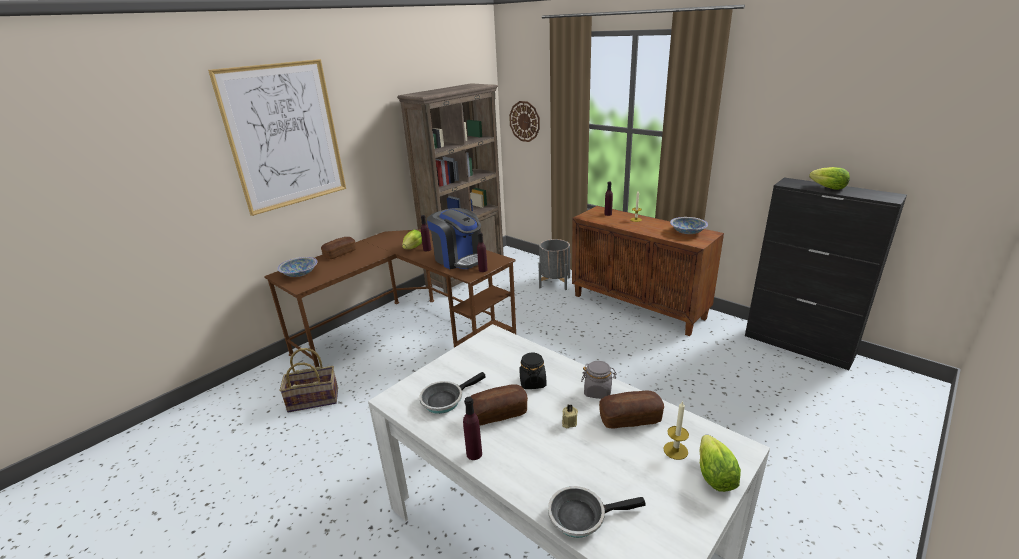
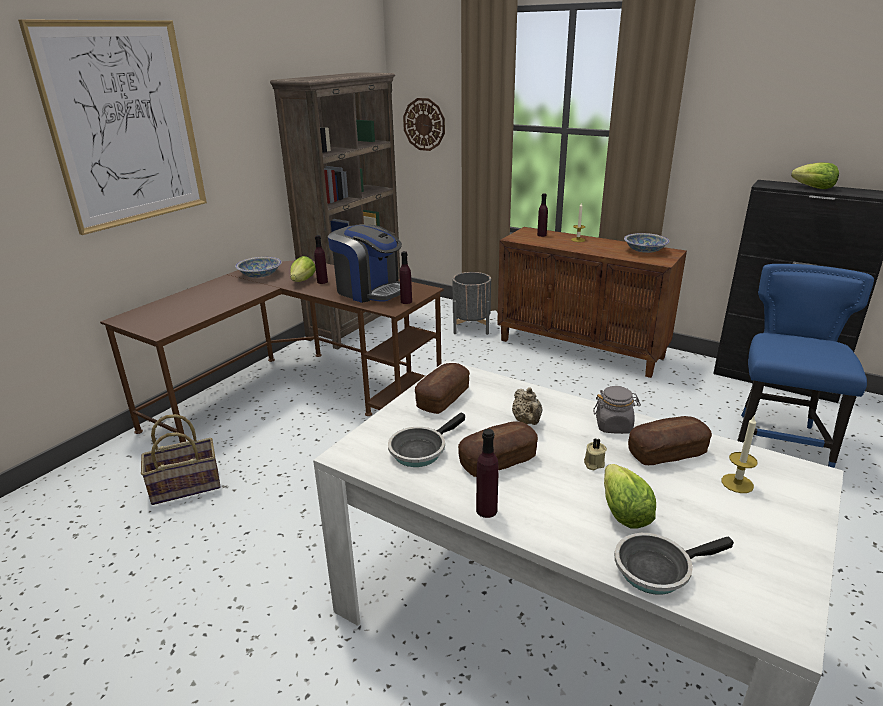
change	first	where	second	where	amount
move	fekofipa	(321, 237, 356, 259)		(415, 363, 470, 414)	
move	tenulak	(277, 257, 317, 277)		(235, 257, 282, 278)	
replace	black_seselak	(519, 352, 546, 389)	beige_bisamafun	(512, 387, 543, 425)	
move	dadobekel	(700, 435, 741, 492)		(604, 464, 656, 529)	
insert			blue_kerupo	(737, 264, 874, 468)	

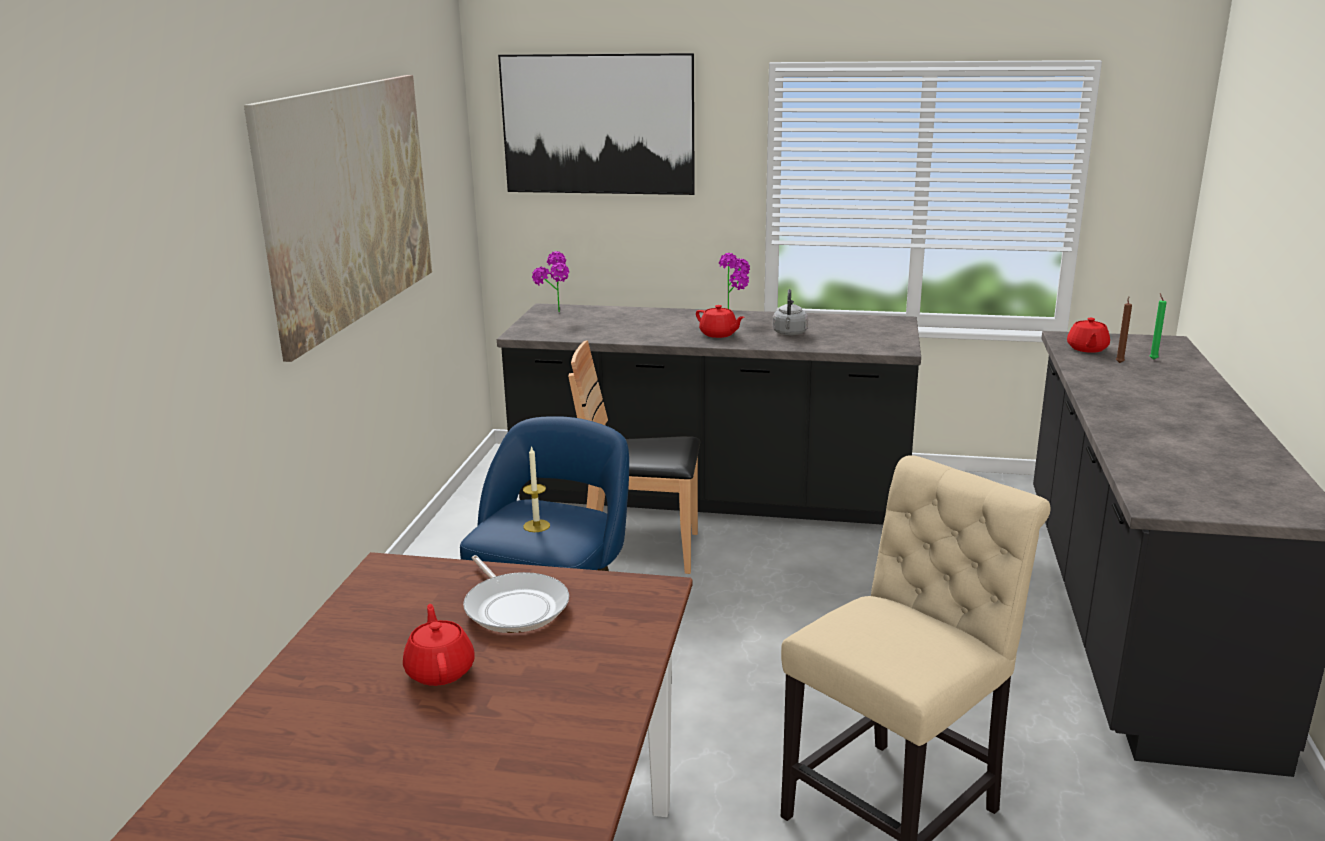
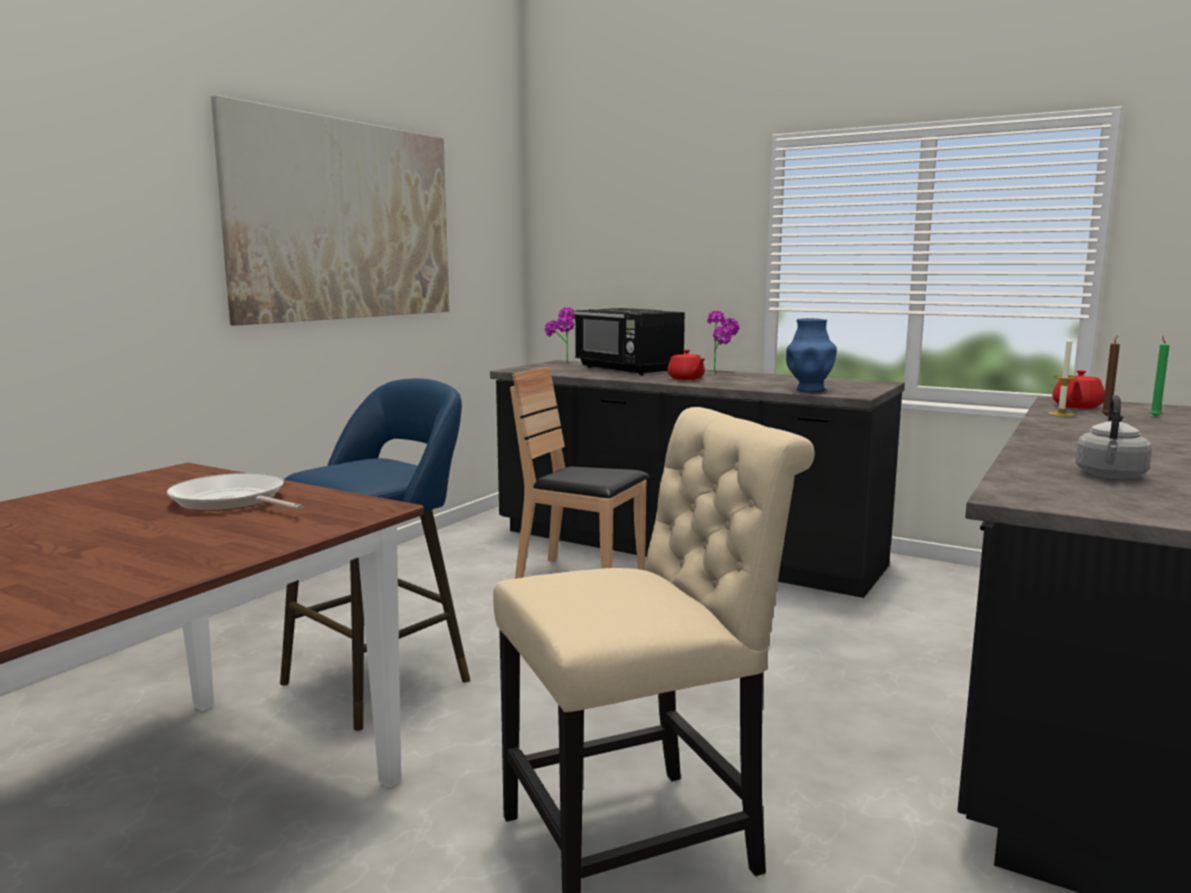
change	first	where	second	where	amount
delete	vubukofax	(498, 53, 695, 195)			
move	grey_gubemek	(773, 289, 808, 336)		(1075, 395, 1152, 479)	
move	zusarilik	(523, 446, 550, 532)		(1048, 336, 1077, 417)	
rotate	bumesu	(463, 555, 569, 633)		(167, 473, 303, 511)	135 degrees clockwise
delete	red_bisamafun	(403, 604, 475, 686)			
insert			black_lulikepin	(574, 308, 685, 375)	
insert			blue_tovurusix	(786, 318, 837, 393)	

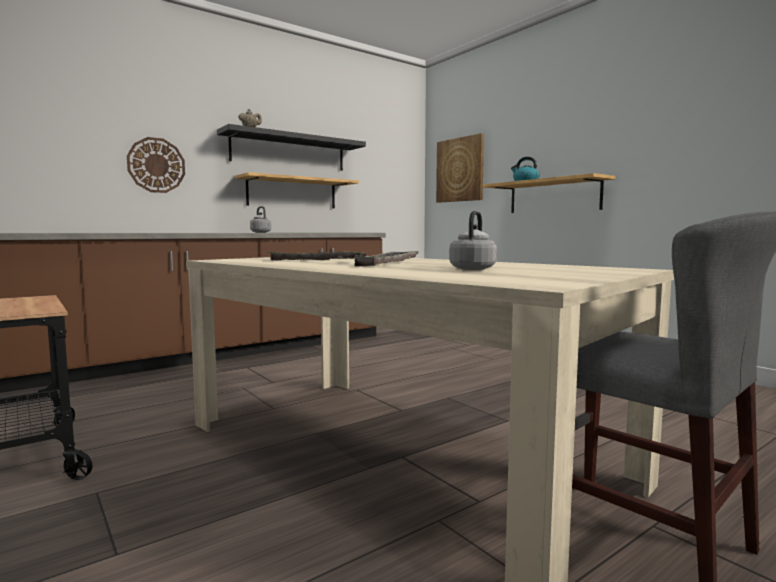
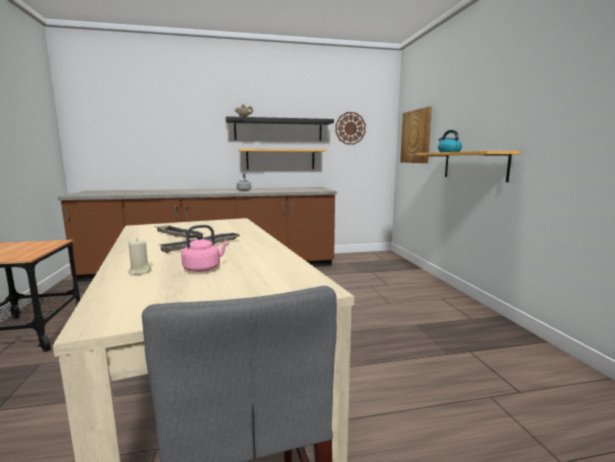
change	first	where	second	where	amount
move	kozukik	(127, 137, 185, 193)		(336, 112, 366, 145)	
recolor	grey_gubemek	(449, 211, 497, 270)	pink_gubemek	(181, 225, 229, 272)	
insert			beige_zusarilik	(128, 238, 151, 275)	

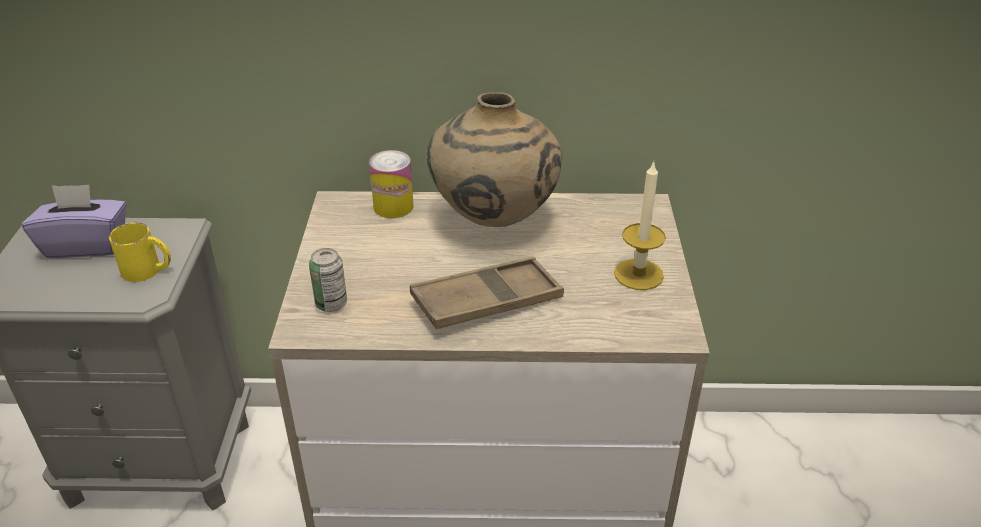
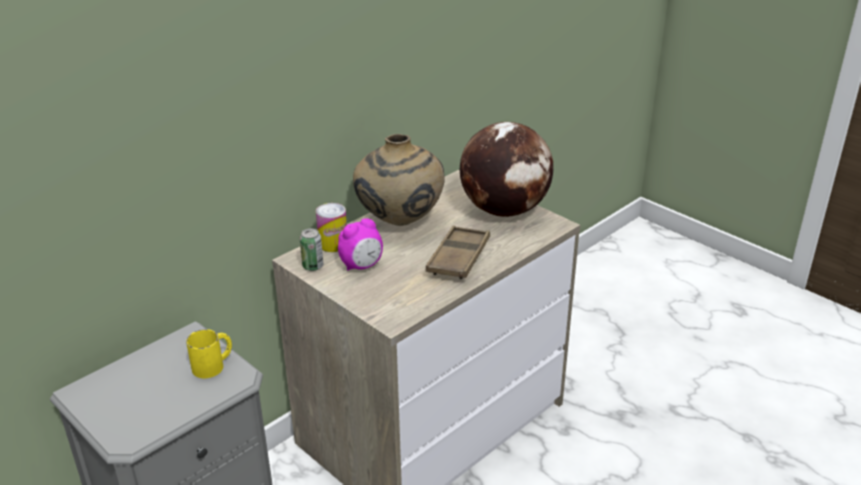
change	first	where	second	where	amount
replace	zusarilik	(614, 161, 666, 290)	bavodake	(460, 122, 553, 217)	
delete	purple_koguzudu	(21, 185, 126, 258)			
move	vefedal	(309, 248, 347, 312)		(300, 228, 323, 271)	
insert			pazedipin	(338, 218, 383, 271)	

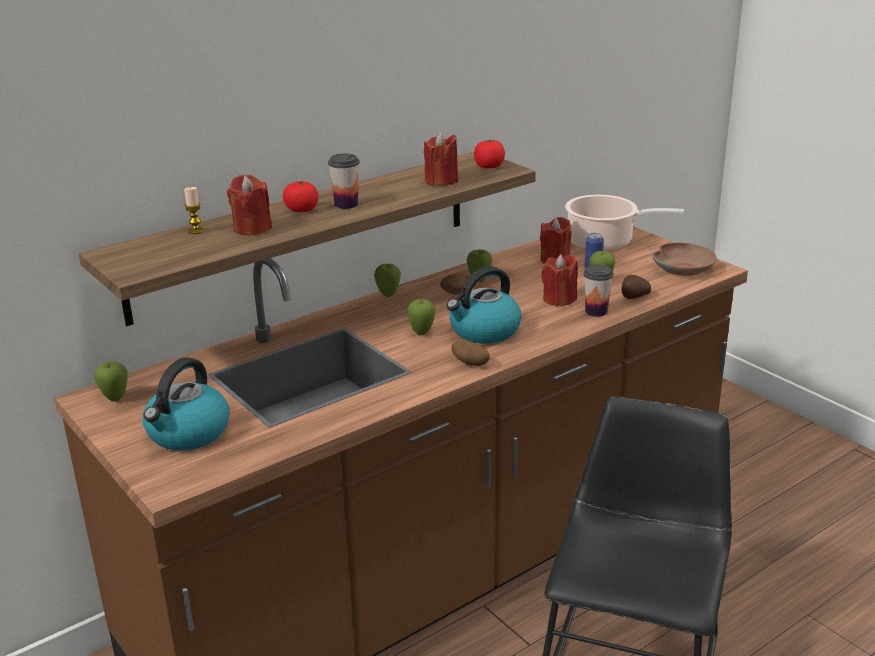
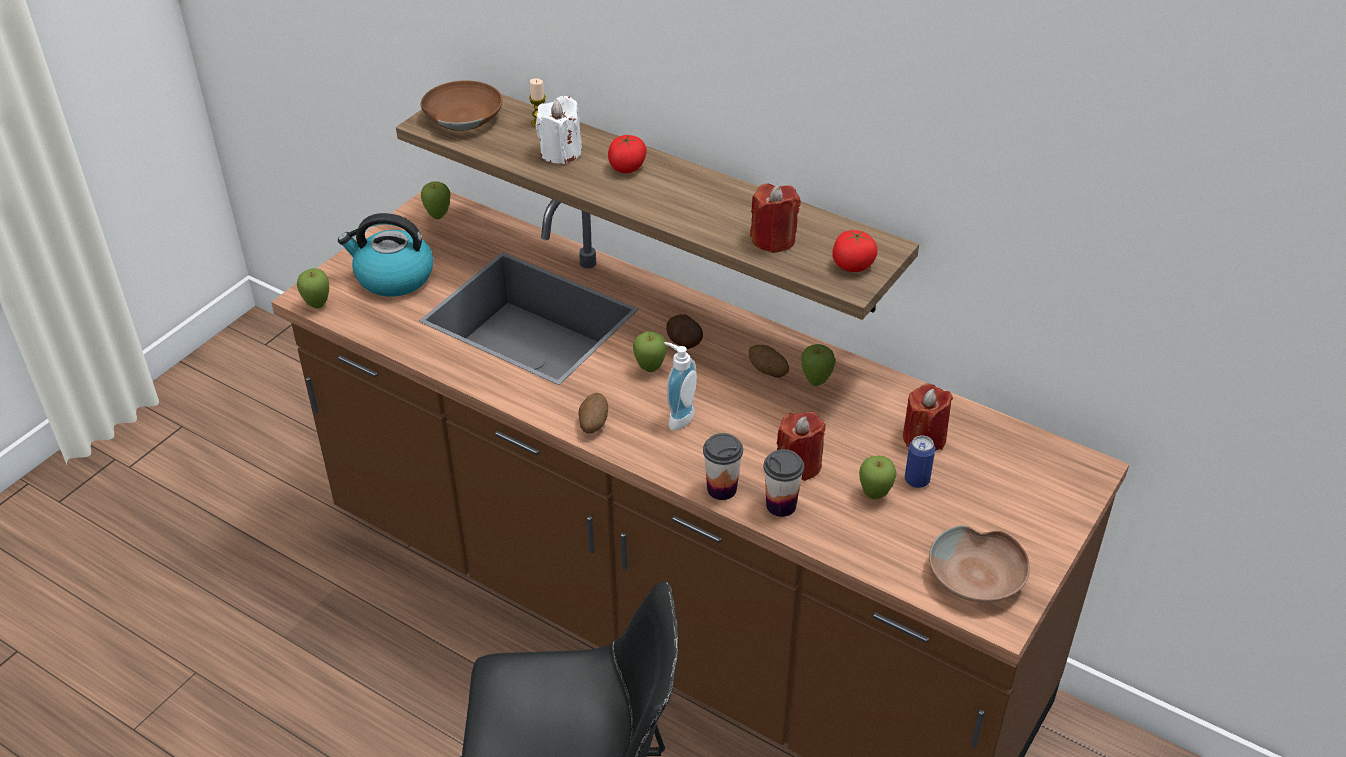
change	first	where	second	where	amount
move	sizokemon	(328, 153, 360, 209)		(703, 433, 743, 500)	
recolor	red_zusarilik	(227, 175, 272, 235)	white_zusarilik	(536, 96, 582, 164)	
delete	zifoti	(565, 195, 684, 251)			
move	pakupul	(374, 264, 401, 297)		(297, 268, 329, 308)	
replace	gubemek	(447, 266, 522, 344)	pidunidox	(664, 342, 697, 430)	
move	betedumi	(622, 275, 651, 299)		(666, 314, 703, 349)	
insert			brown_tenulak	(420, 80, 503, 131)	

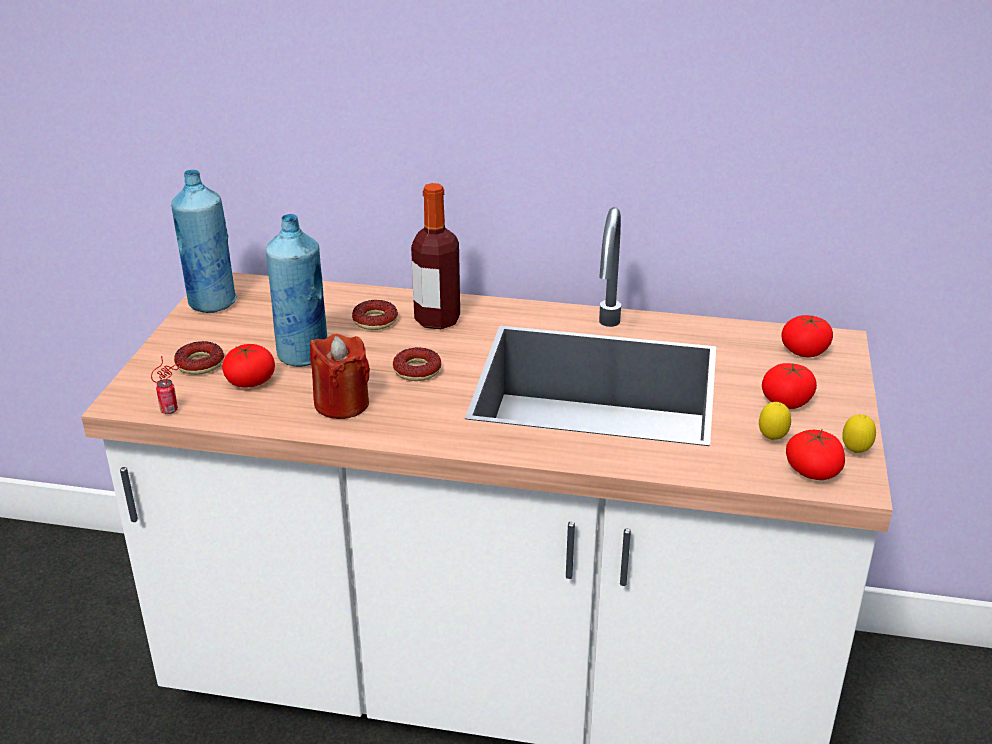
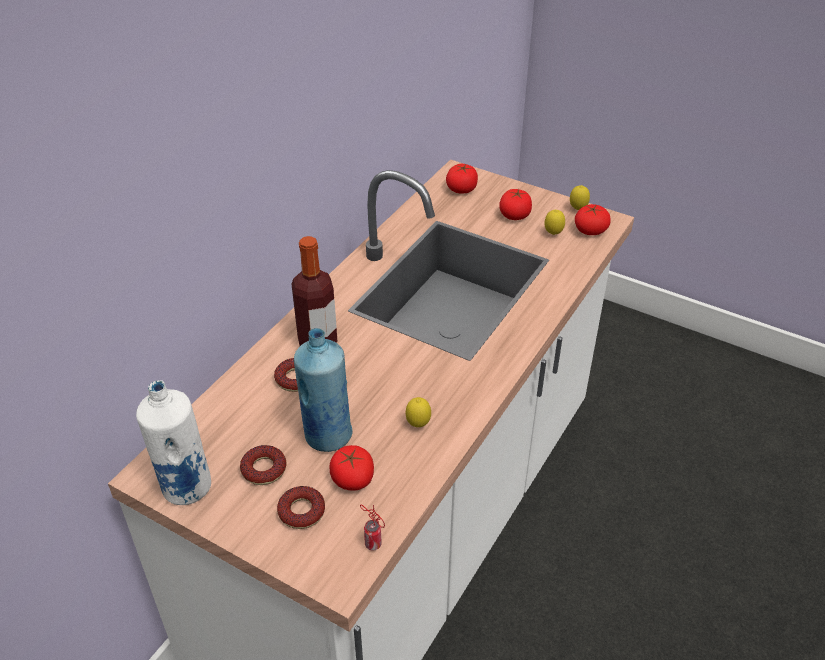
change	first	where	second	where	amount
recolor	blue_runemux	(171, 170, 237, 313)	white_runemux	(136, 381, 211, 505)	
replace	red_zusarilik	(310, 334, 370, 419)	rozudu	(405, 397, 431, 427)	
move	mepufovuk	(393, 347, 441, 381)		(240, 445, 286, 485)	

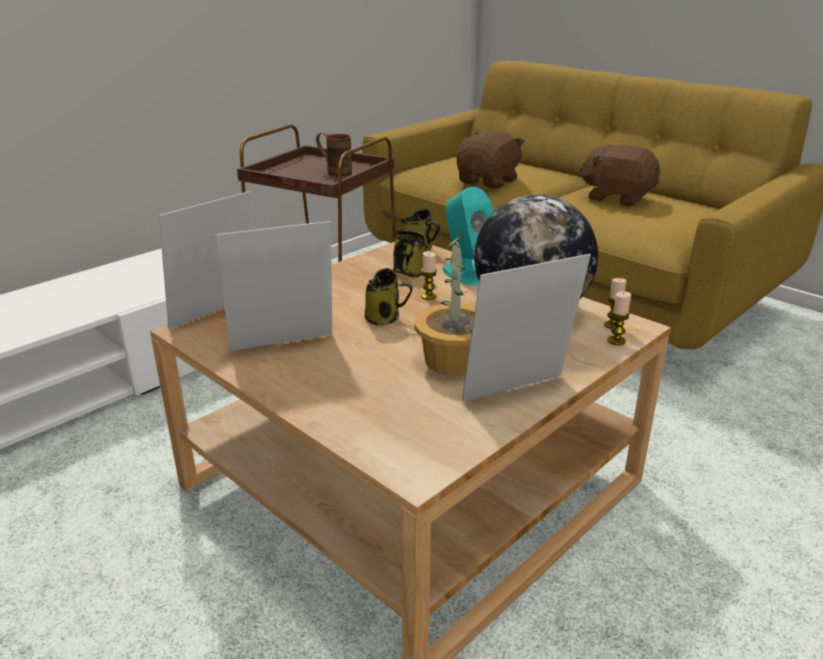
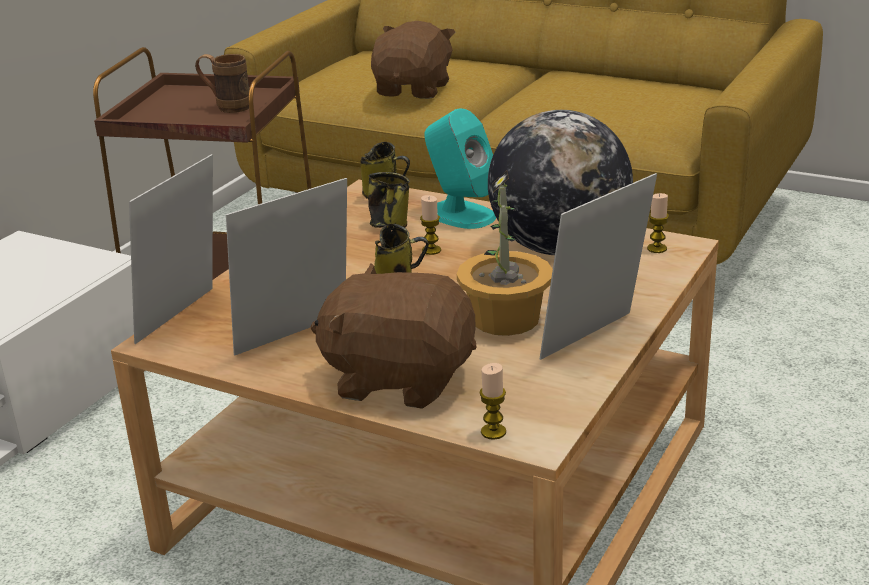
change	first	where	second	where	amount
move	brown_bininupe	(580, 144, 660, 207)		(311, 263, 477, 409)	
move	zusarilik	(608, 291, 631, 345)		(479, 363, 506, 440)	

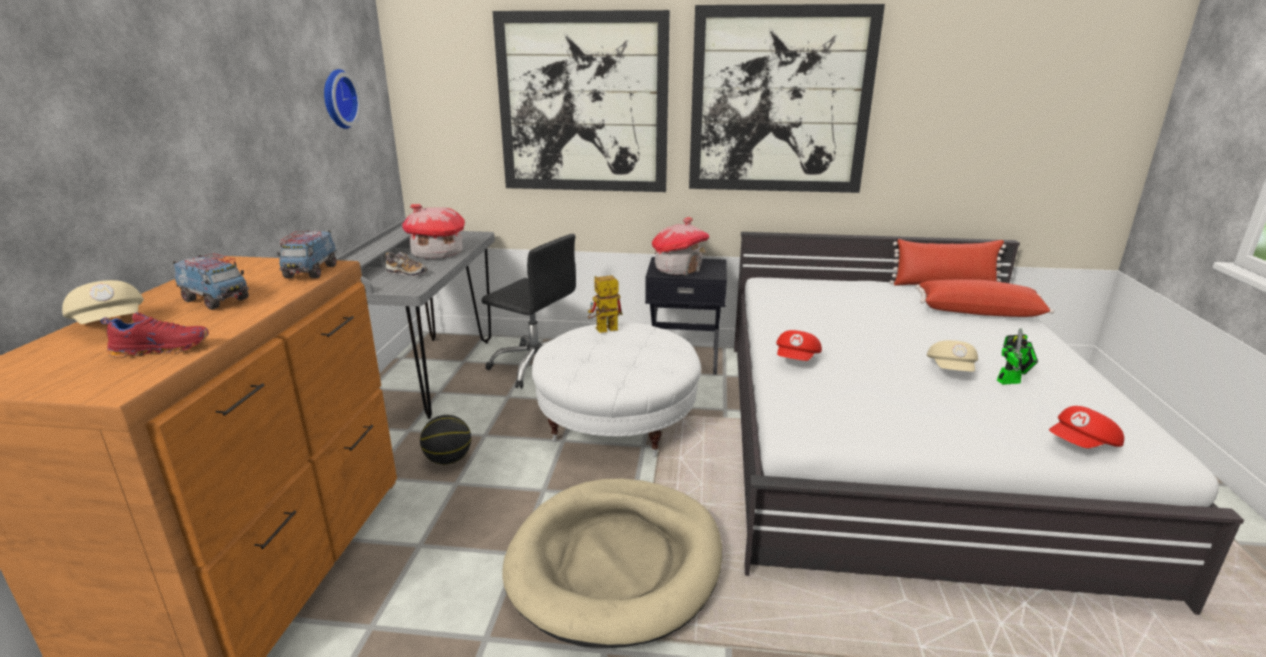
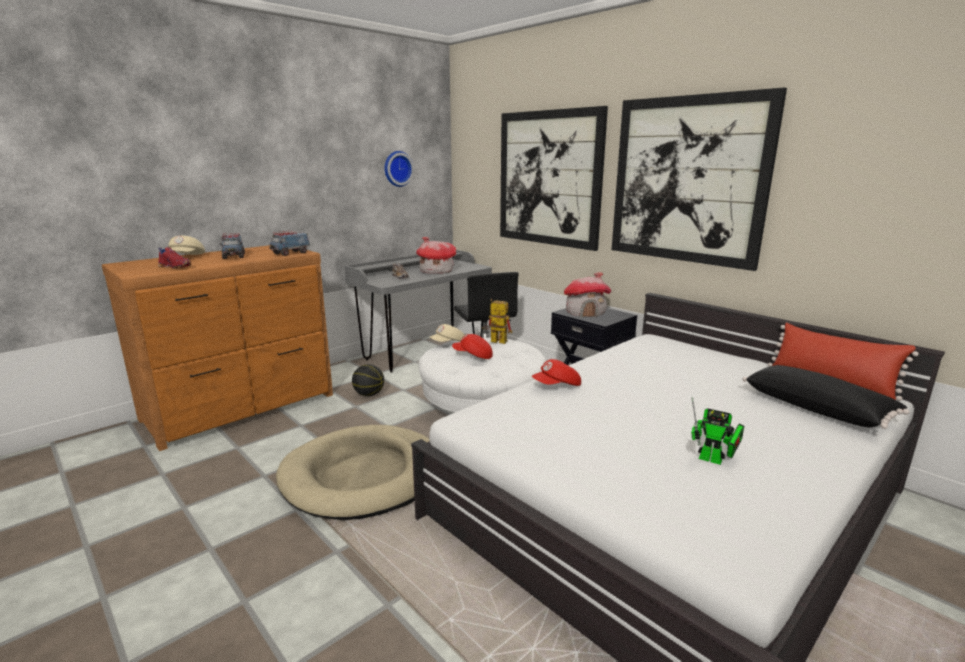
change	first	where	second	where	amount
recolor	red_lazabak	(915, 280, 1054, 317)	black_lazabak	(742, 365, 910, 429)	
move	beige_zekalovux	(927, 340, 978, 372)		(430, 324, 465, 342)	
move	red_zekalovux	(1049, 406, 1124, 448)		(452, 334, 493, 359)	

